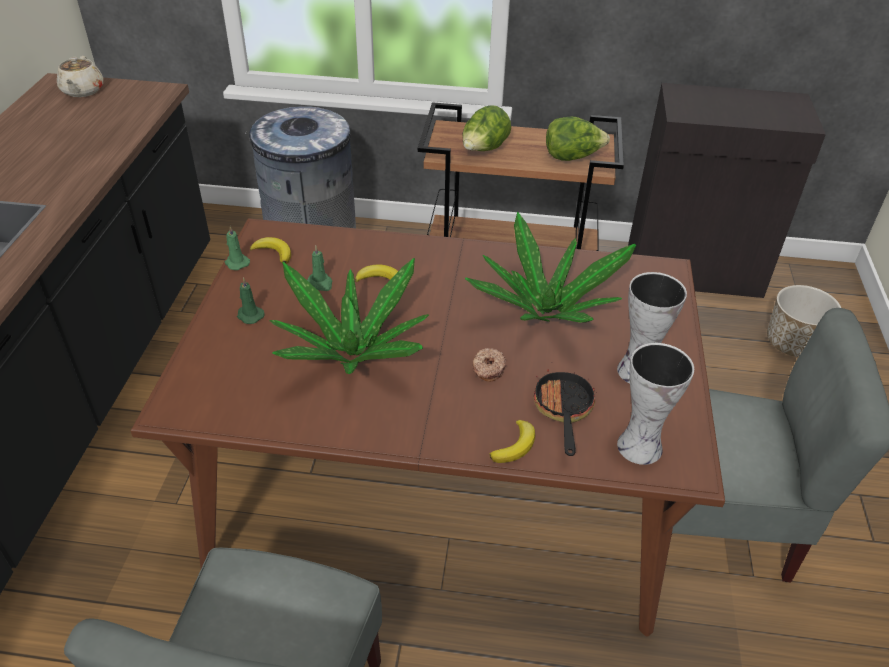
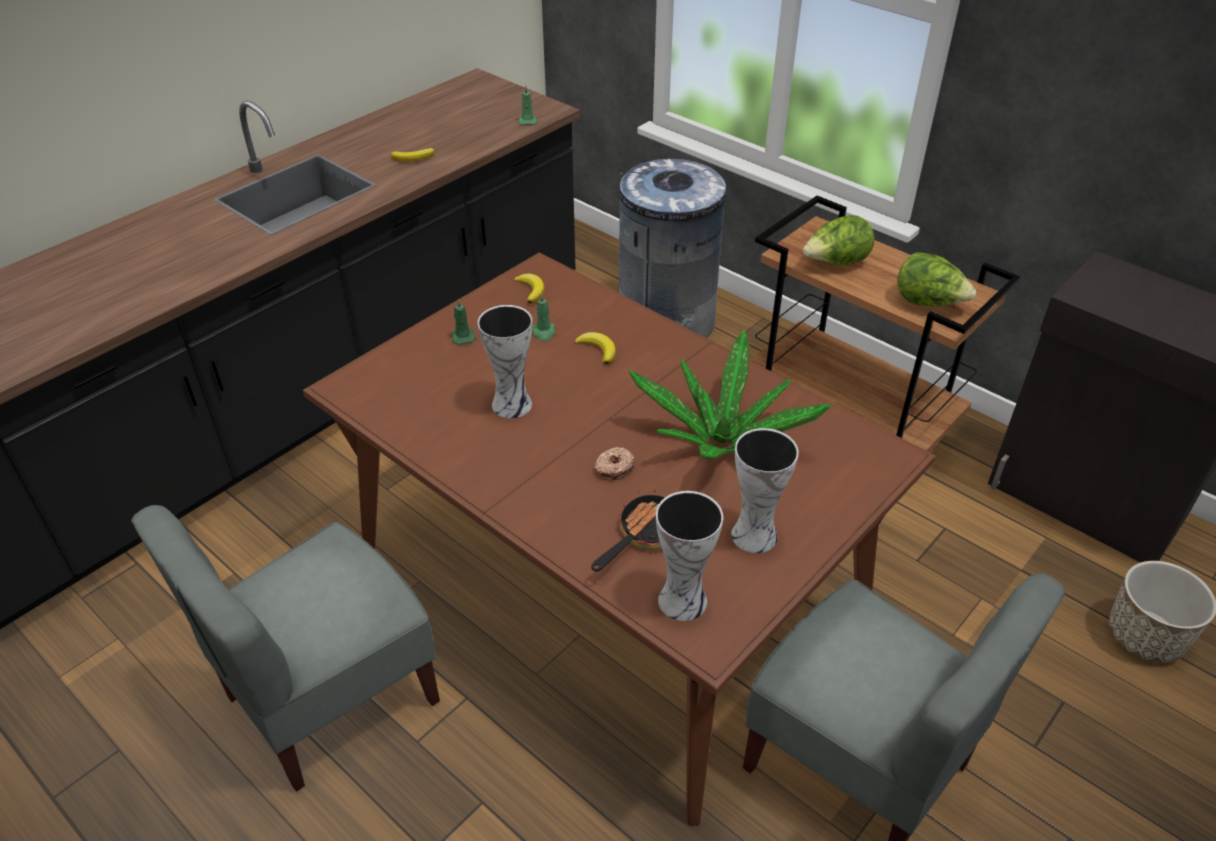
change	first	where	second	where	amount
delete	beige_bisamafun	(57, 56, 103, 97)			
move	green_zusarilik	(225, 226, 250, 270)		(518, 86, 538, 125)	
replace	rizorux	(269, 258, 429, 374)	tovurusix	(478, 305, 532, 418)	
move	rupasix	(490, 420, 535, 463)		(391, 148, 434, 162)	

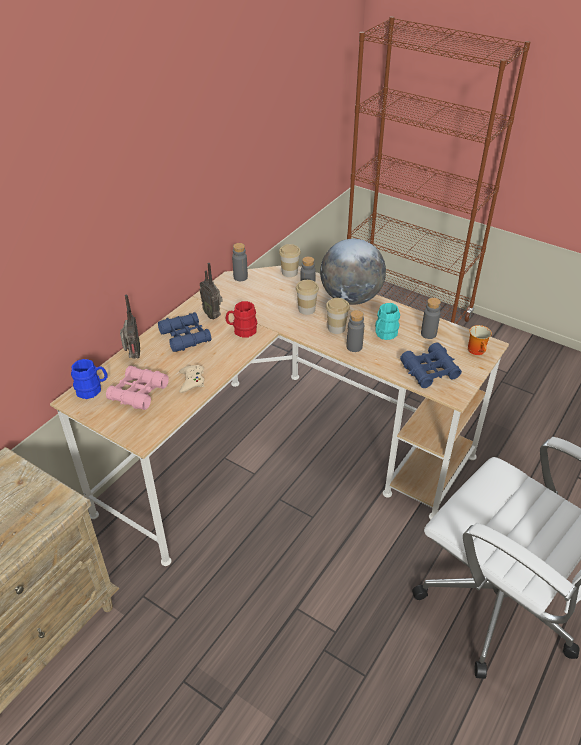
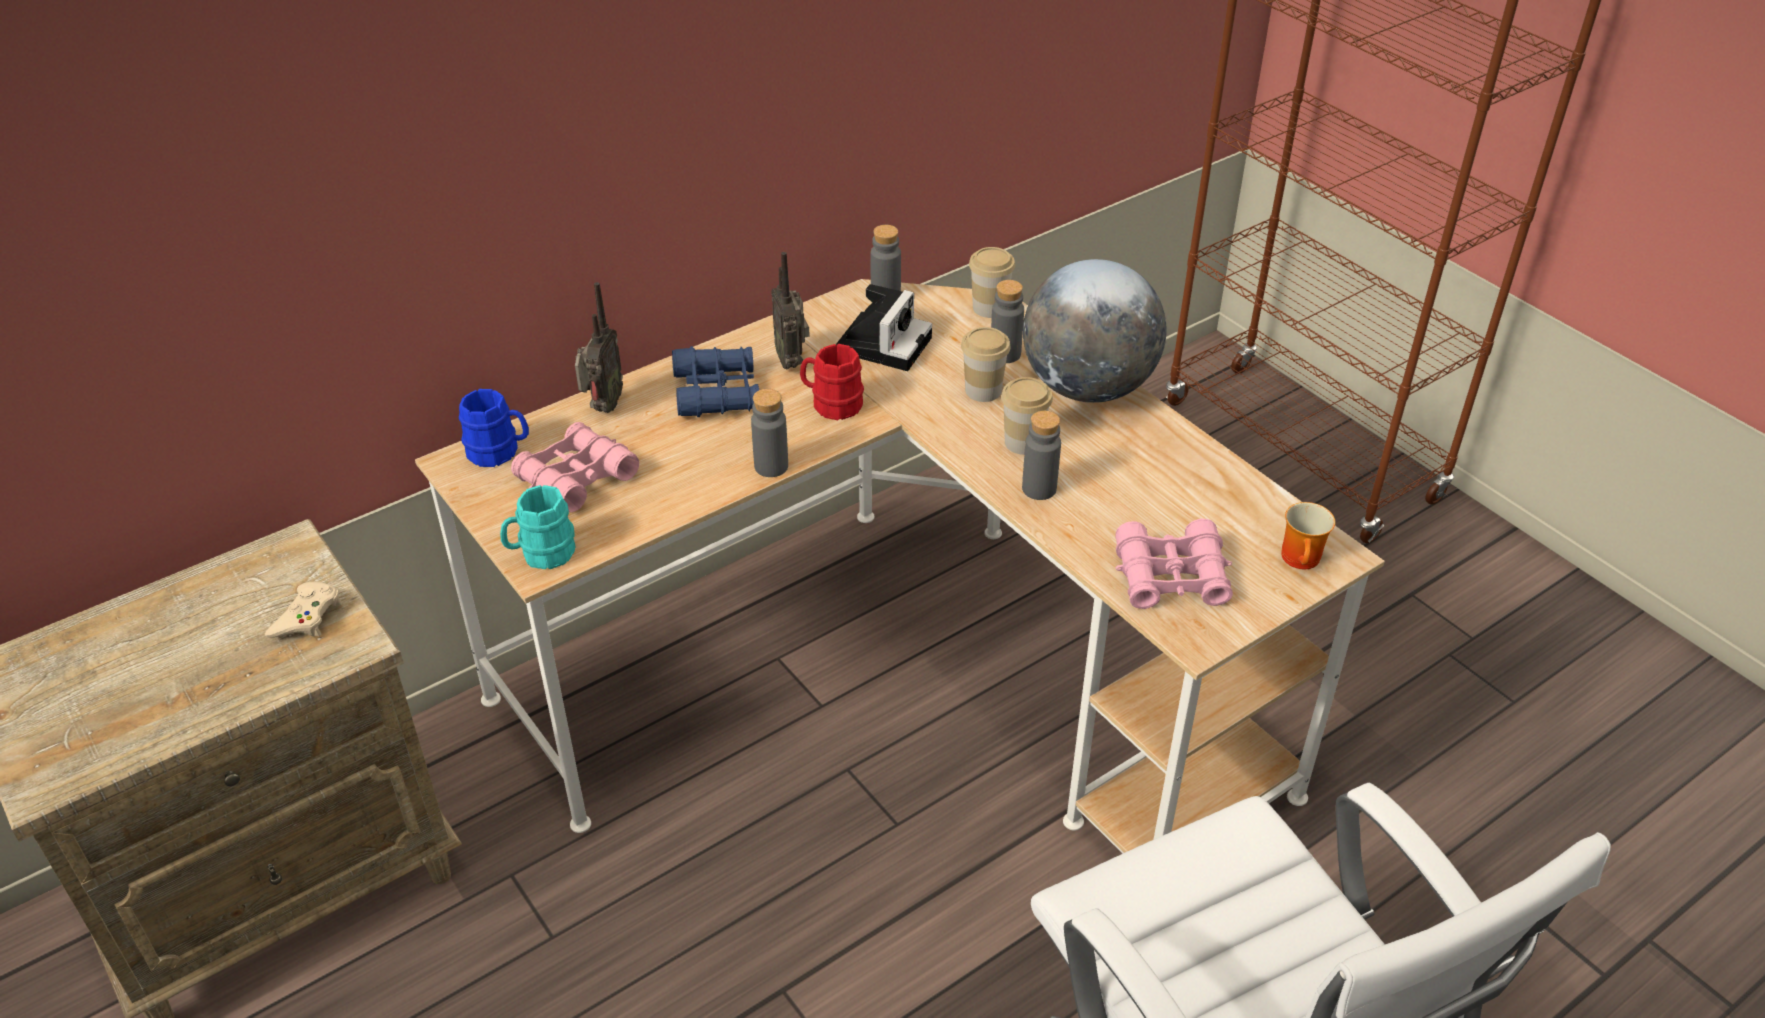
change	first	where	second	where	amount
move	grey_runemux	(421, 298, 441, 339)		(751, 389, 788, 477)	
move	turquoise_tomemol	(375, 303, 400, 340)		(500, 485, 576, 569)	
recolor	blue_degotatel	(400, 343, 462, 388)	pink_degotatel	(1115, 519, 1233, 609)	
move	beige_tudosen	(179, 365, 204, 393)		(265, 582, 342, 637)	
insert			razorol	(836, 284, 932, 371)	

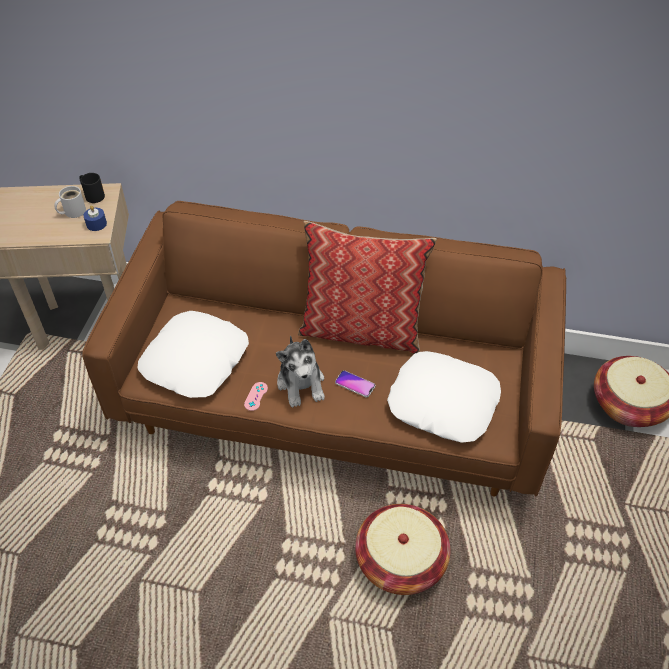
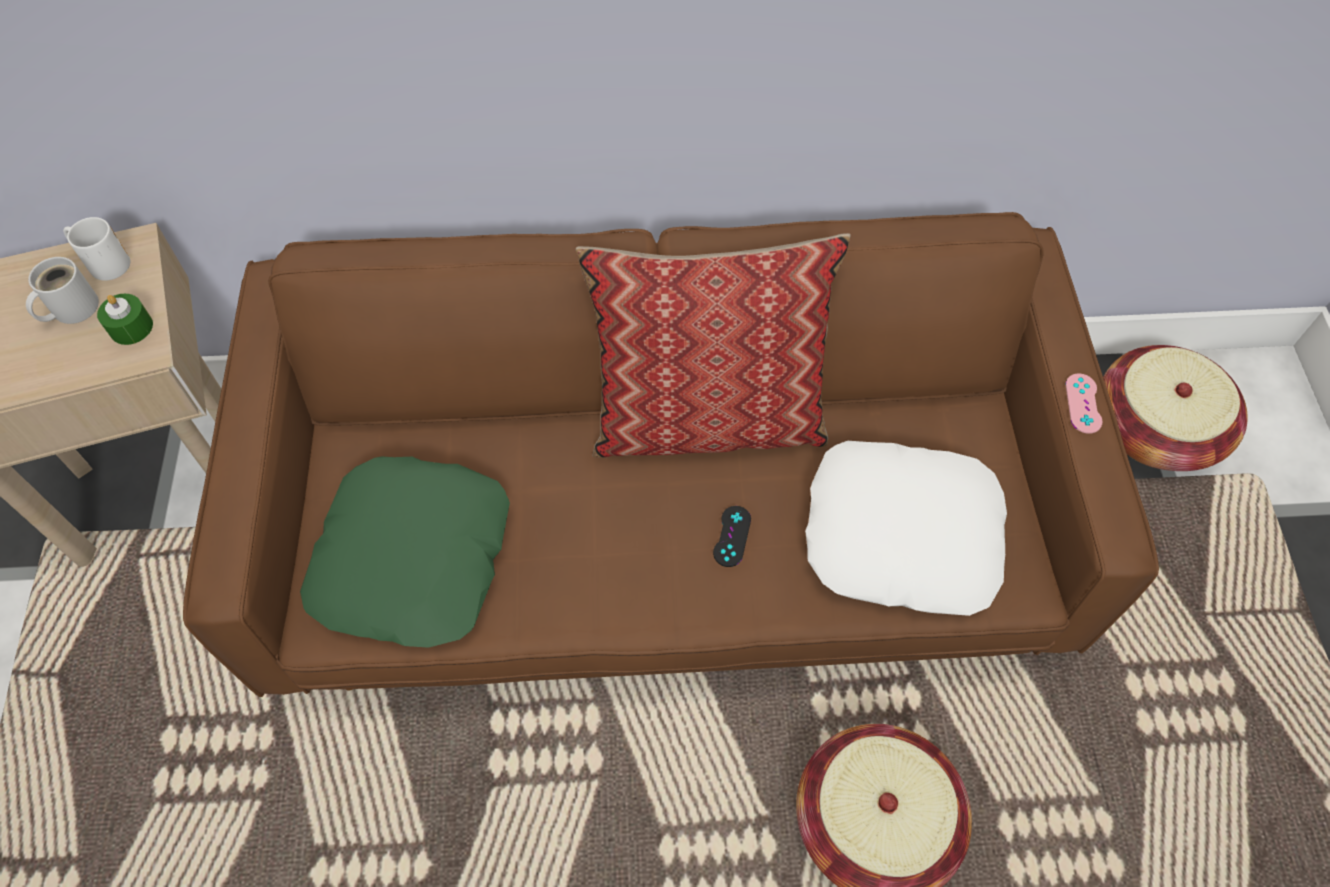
change	first	where	second	where	amount
recolor	black_tomemol	(80, 173, 105, 203)	white_tomemol	(63, 217, 130, 281)	
recolor	blue_zusarilik	(83, 205, 107, 231)	green_zusarilik	(97, 294, 153, 345)	
recolor	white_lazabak	(138, 311, 249, 398)	green_lazabak	(300, 456, 510, 648)	
delete	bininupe	(276, 335, 325, 407)			
replace	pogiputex	(335, 370, 375, 398)	black_tudosen	(713, 506, 751, 567)	
move	pink_tudosen	(244, 382, 268, 411)		(1066, 374, 1102, 434)	

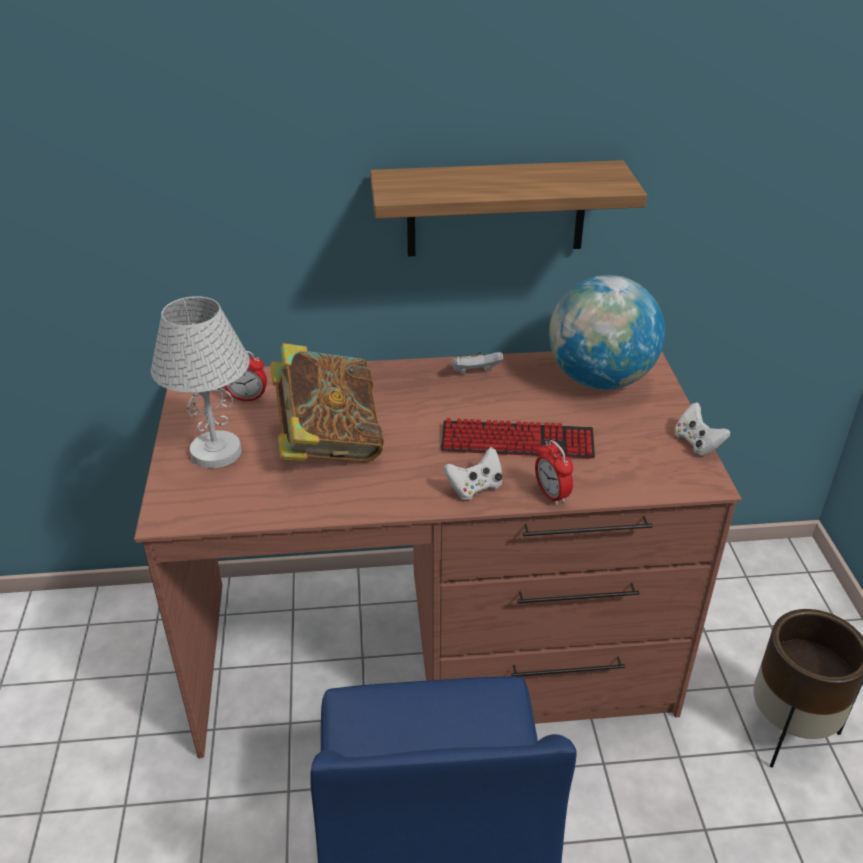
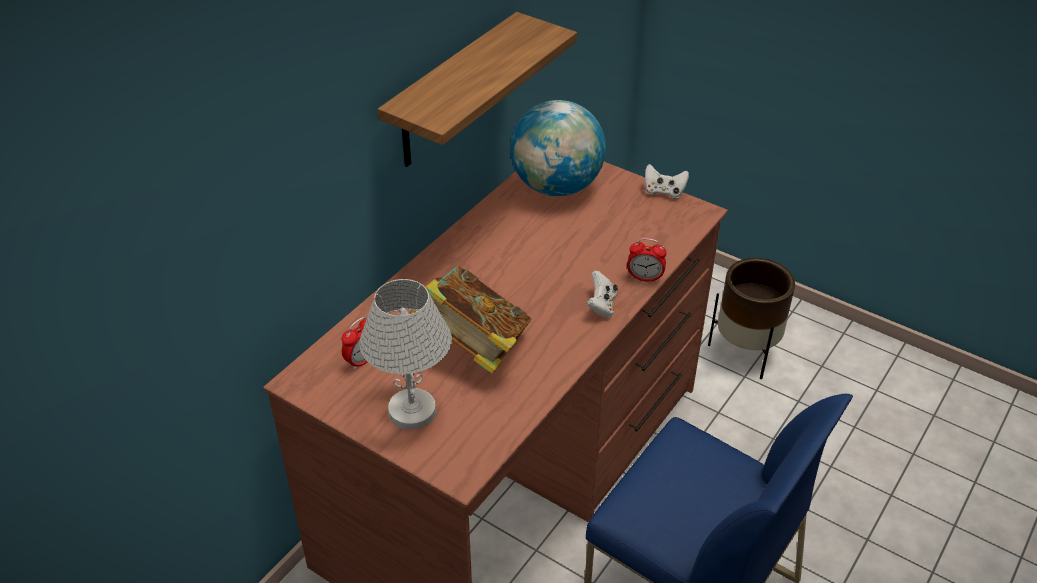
change	first	where	second	where	amount
delete	white_tudosen	(452, 352, 503, 374)			
delete	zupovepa	(441, 418, 595, 459)			

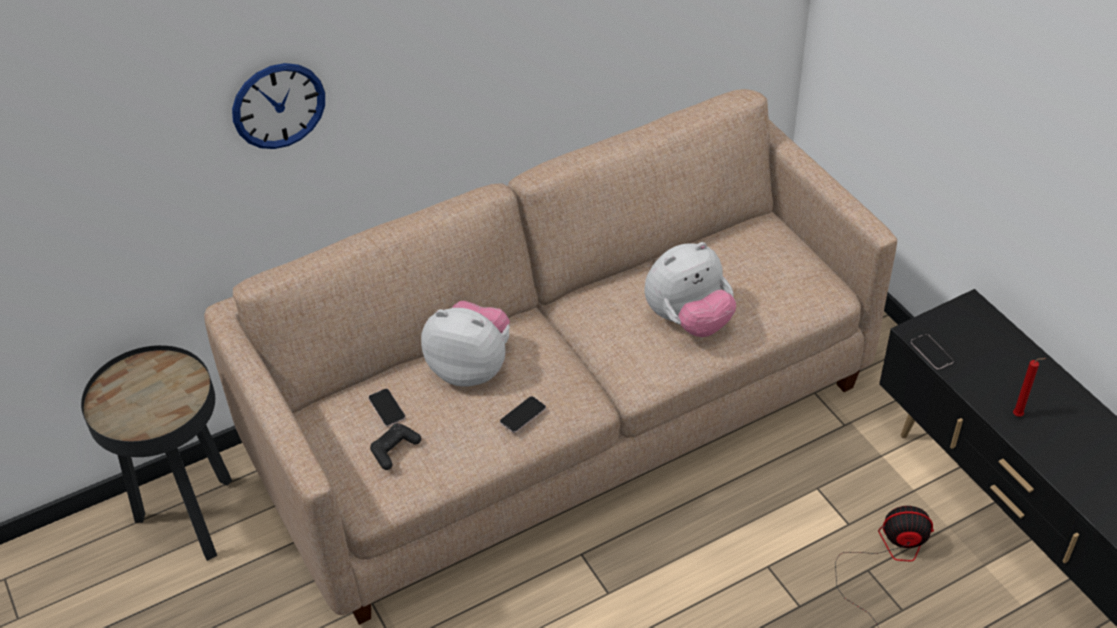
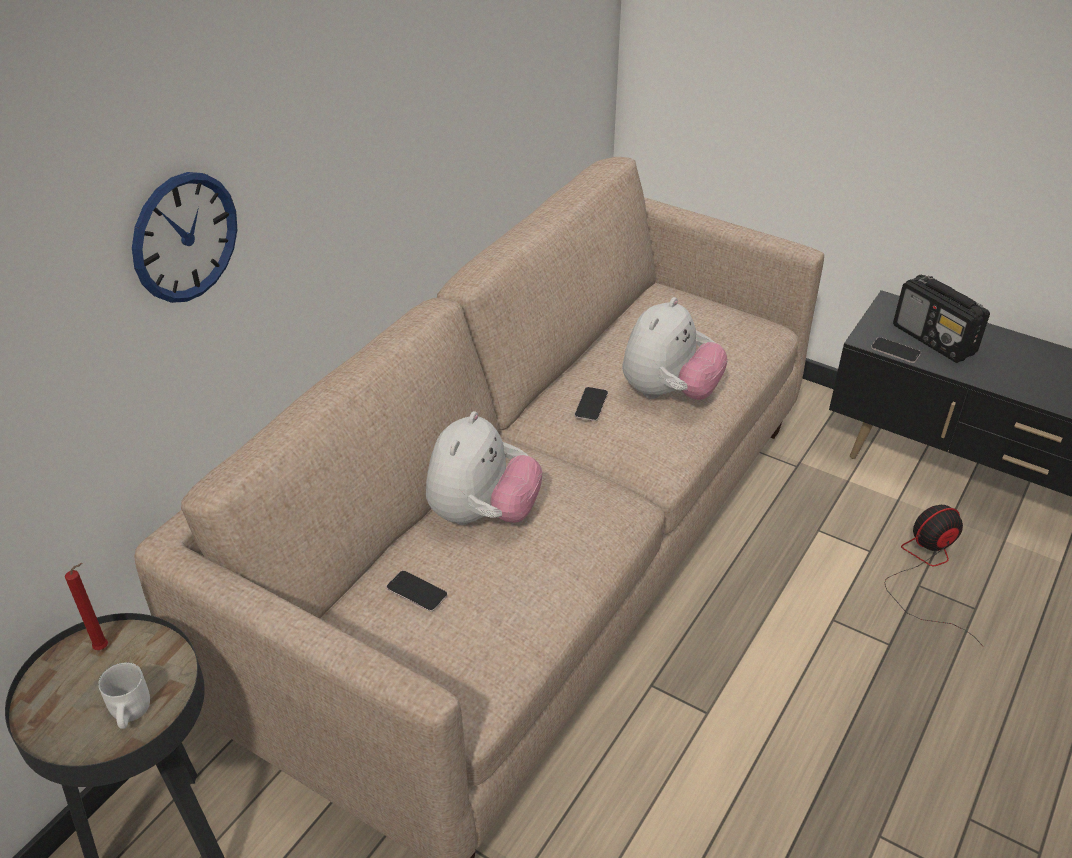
change	first	where	second	where	amount
rotate	bininupe	(421, 301, 510, 387)		(426, 411, 543, 525)	120 degrees clockwise
move	red_zusarilik	(1013, 358, 1047, 417)		(65, 563, 108, 650)	
move	pogiputex	(500, 396, 546, 433)		(574, 387, 608, 421)	
delete	black_tudosen	(370, 423, 421, 470)			
insert			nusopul	(893, 275, 990, 363)	
insert			white_tomemol	(98, 662, 150, 729)	

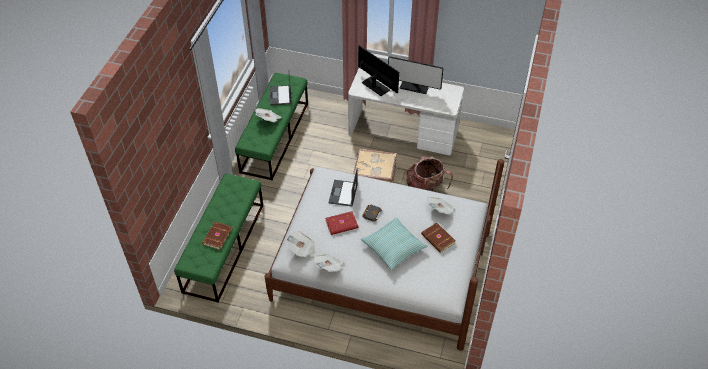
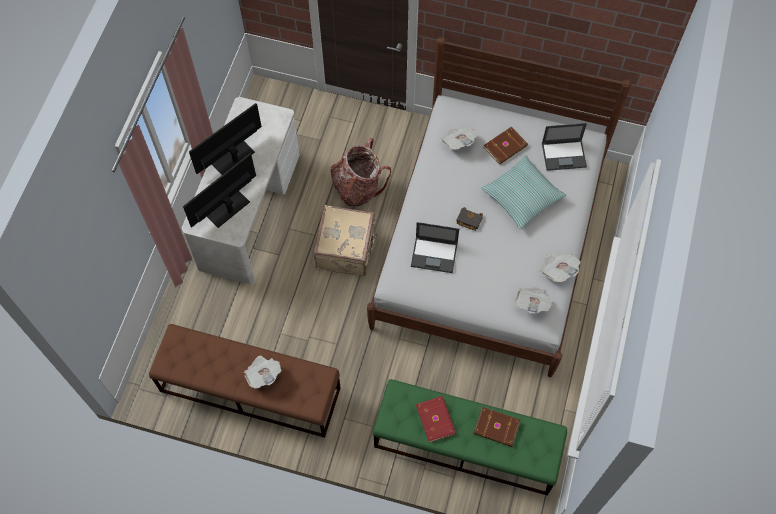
change	first	where	second	where	amount
rotate	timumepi	(388, 56, 444, 94)		(189, 103, 262, 175)	150 degrees counterclockwise
move	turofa	(270, 70, 291, 105)		(542, 123, 587, 171)	
recolor	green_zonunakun	(235, 73, 308, 180)	brown_zonunakun	(149, 324, 341, 438)	
move	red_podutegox	(325, 211, 359, 235)		(416, 396, 456, 443)	

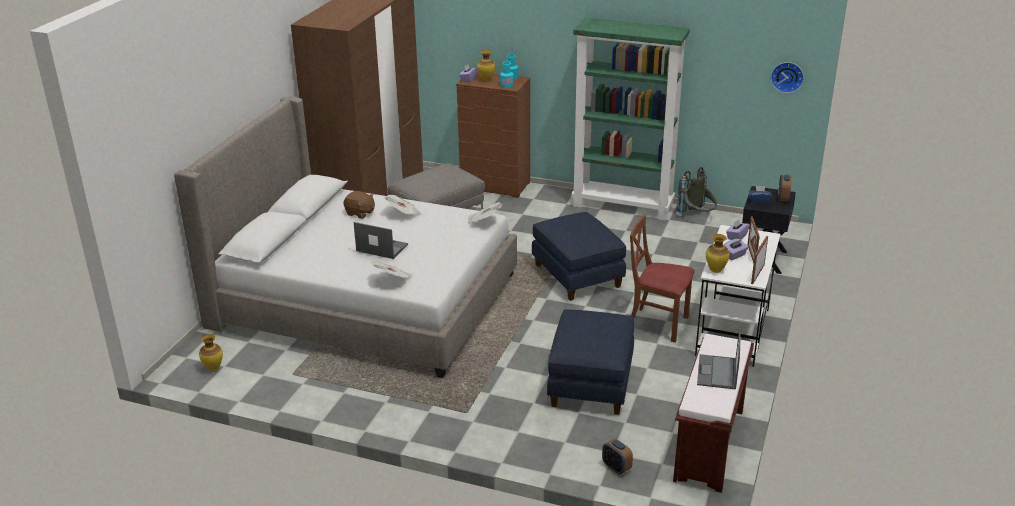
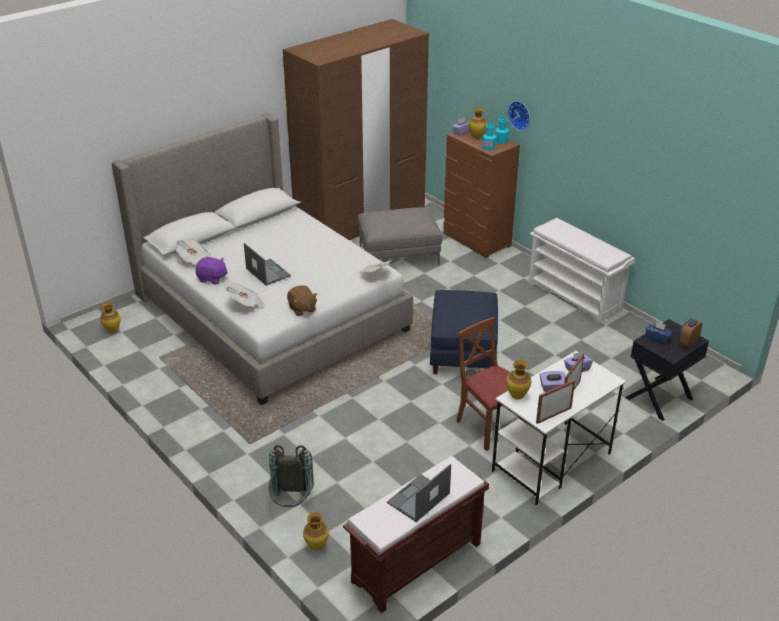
change	first	where	second	where	amount
replace	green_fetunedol	(571, 18, 690, 221)	white_zonunakun	(528, 218, 635, 324)	
move	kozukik	(771, 62, 804, 93)		(508, 101, 530, 131)	
move	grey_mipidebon	(675, 167, 717, 217)		(269, 445, 314, 507)	
move	brown_bininupe	(343, 191, 375, 219)		(287, 285, 317, 316)	
move	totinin	(384, 195, 422, 215)		(176, 239, 211, 264)	
delete	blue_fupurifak	(547, 309, 635, 415)			
replace	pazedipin	(602, 438, 633, 475)	tovurusix	(303, 513, 329, 551)	
insert			purple_bininupe	(195, 257, 228, 285)	

